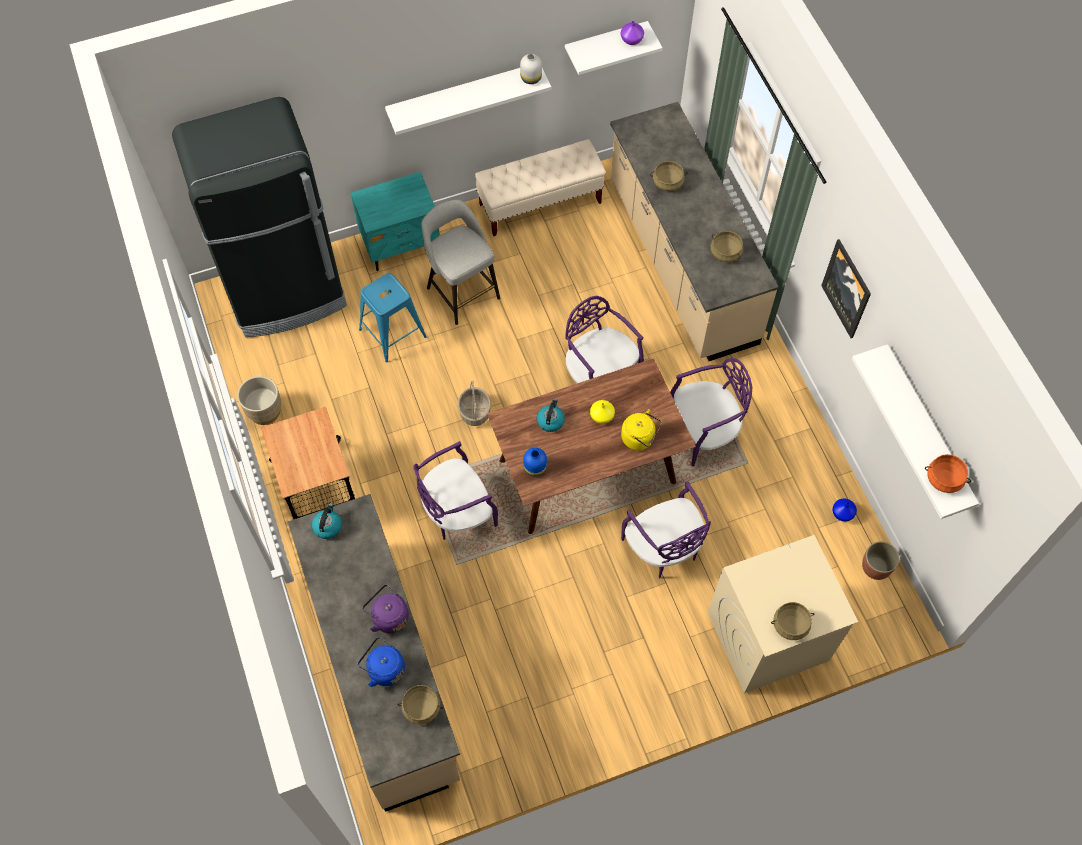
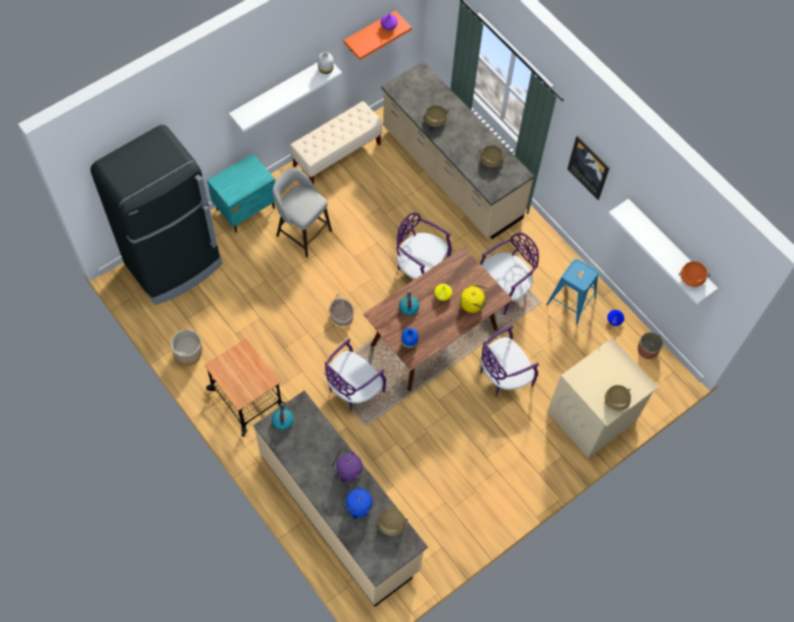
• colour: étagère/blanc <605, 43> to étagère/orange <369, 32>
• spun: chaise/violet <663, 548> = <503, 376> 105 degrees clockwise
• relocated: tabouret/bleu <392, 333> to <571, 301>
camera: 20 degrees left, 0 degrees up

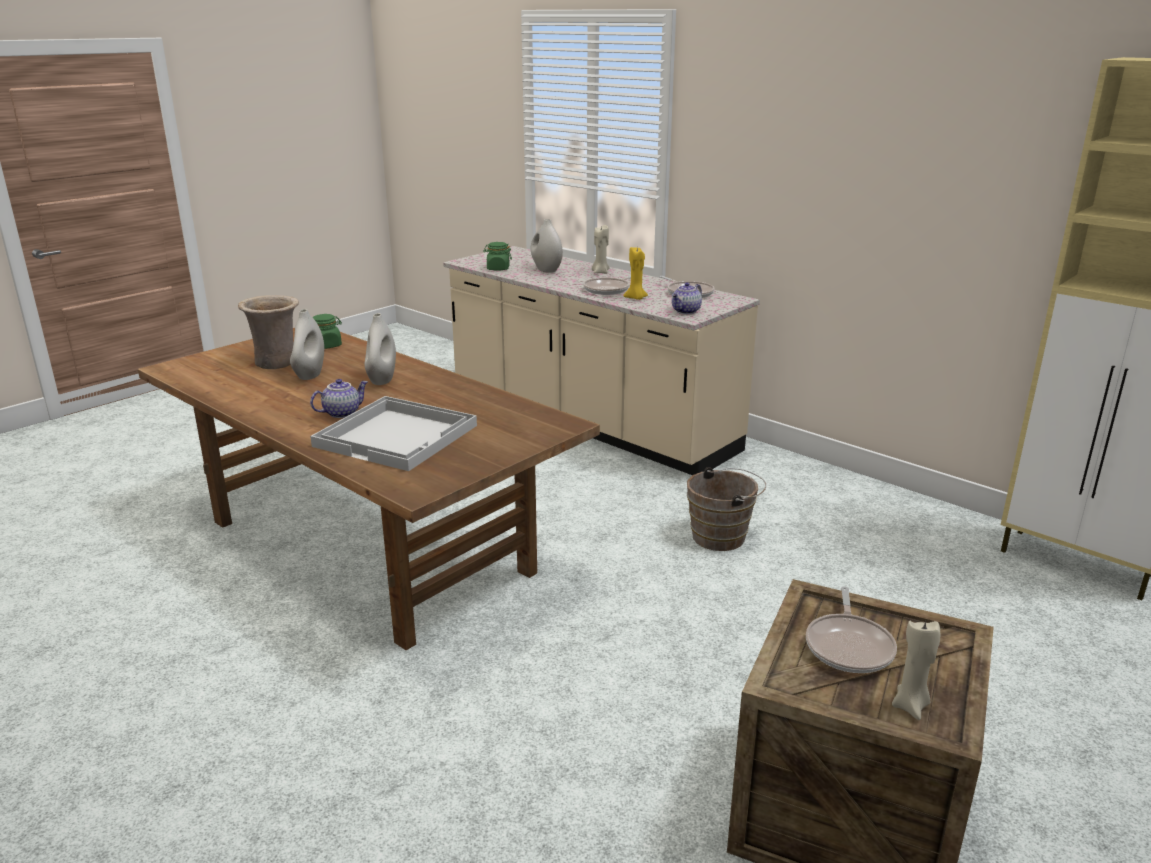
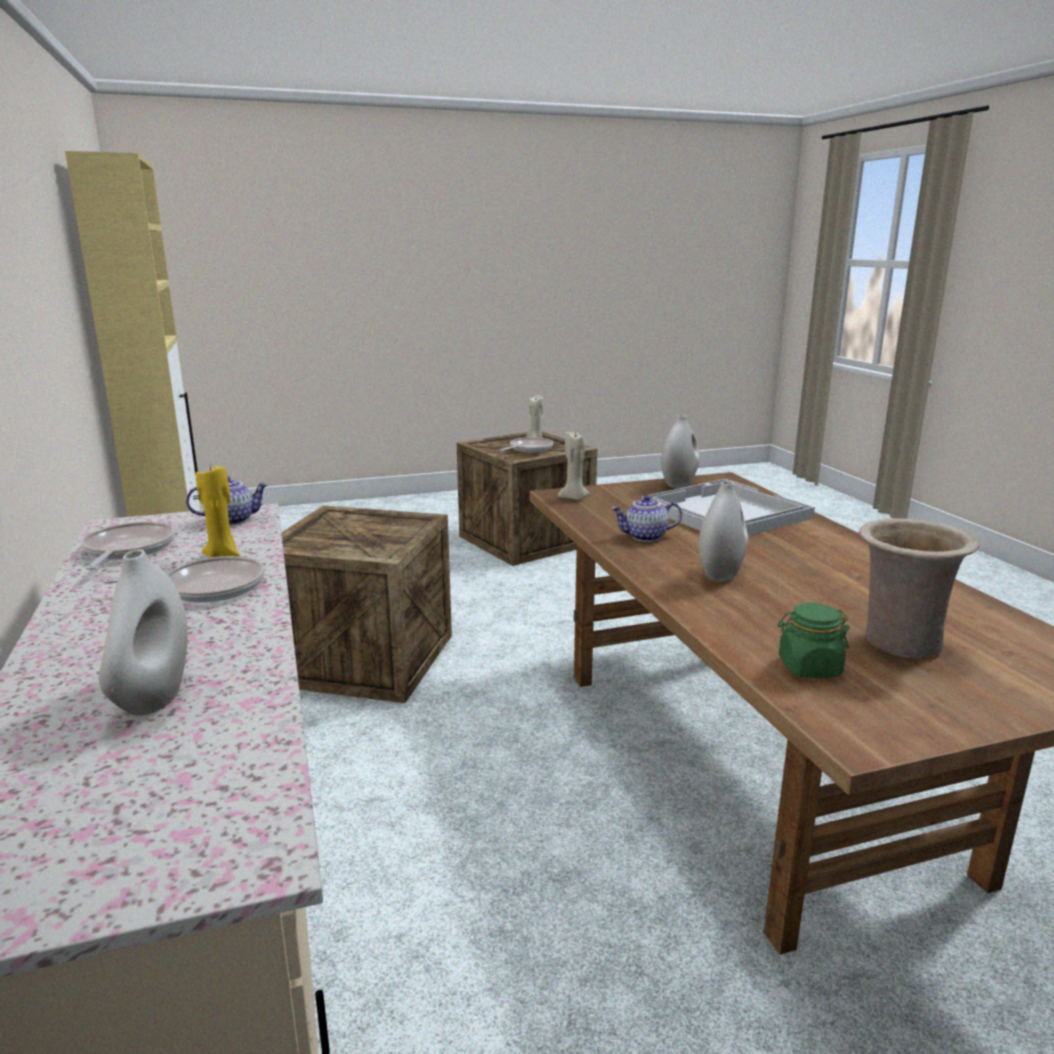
• exchanged: seau/marron <723, 537> to caisse <365, 659>
• relocated: bougie/beige <600, 272> to <574, 498>
• relocated: théière <342, 413> to <645, 537>
• relocated: vase/blanc <310, 375> to <678, 484>
• missing: bocal/vert <498, 268>
camera: 150 degrees left, 5 degrees down

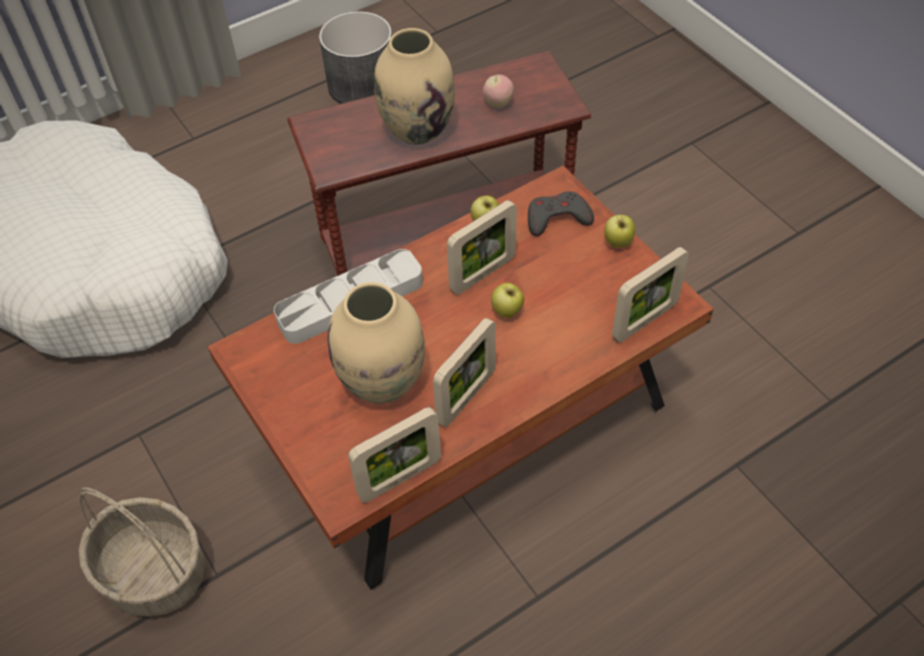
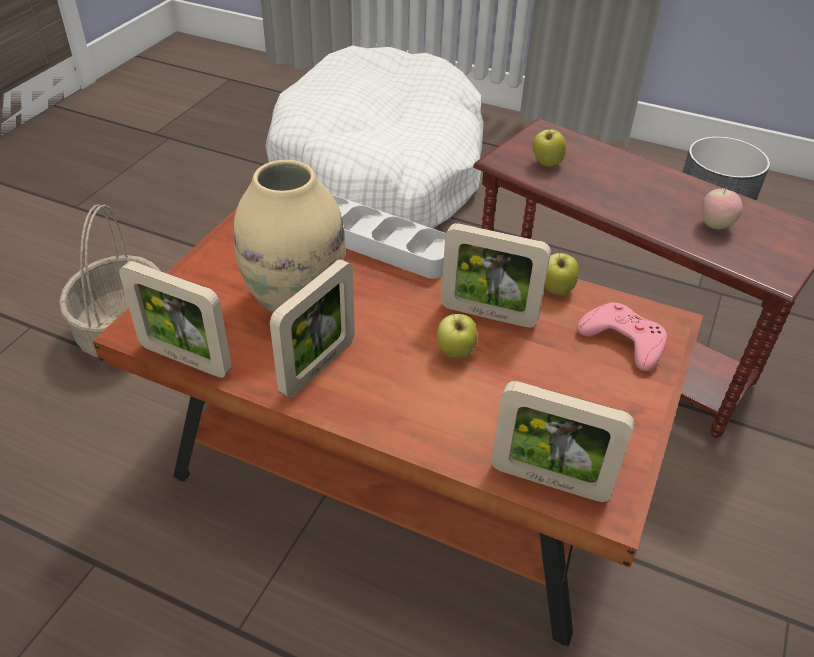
• spun: cadre photo <466, 397> = <318, 367> 60 degrees counterclockwise
• relocated: pomme <618, 243> to <546, 163>
• colour: manette/gris <557, 218> to manette/rose <623, 340>
• missing: vase/beige <417, 129>
camera: 55 degrees right, 10 degrees down

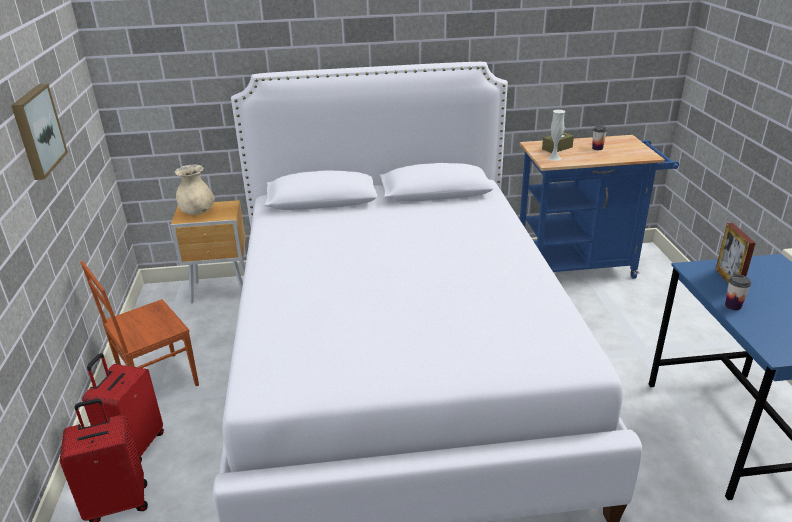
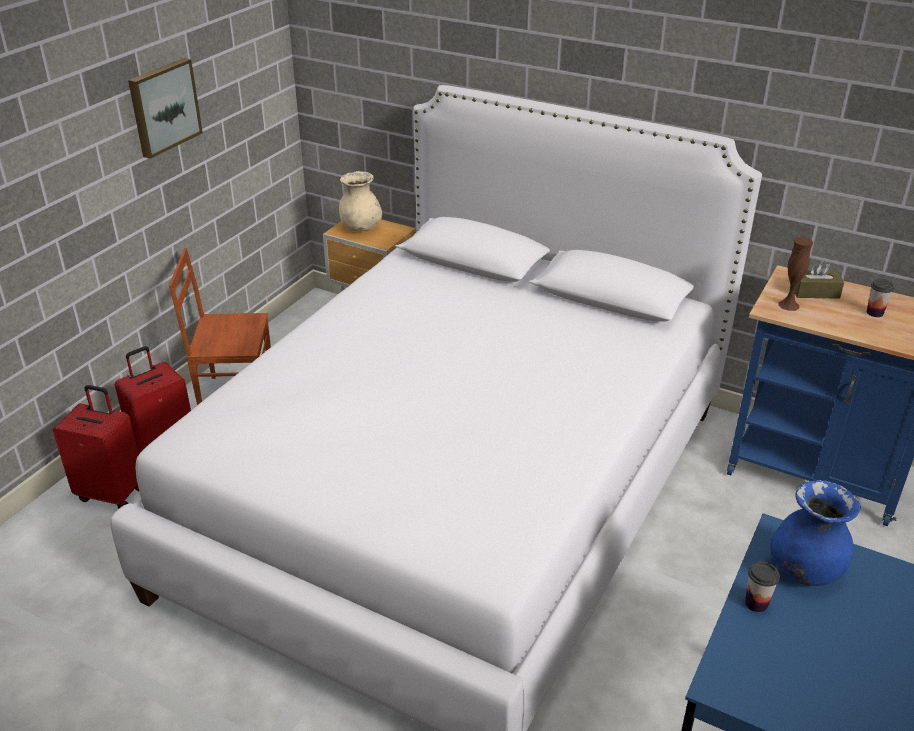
• exchanged: cadre photo <728, 280> to vase/bleu <805, 570>
• colour: vase/blanc <554, 158> to vase/marron <788, 305>
camera: 35 degrees right, 5 degrees up

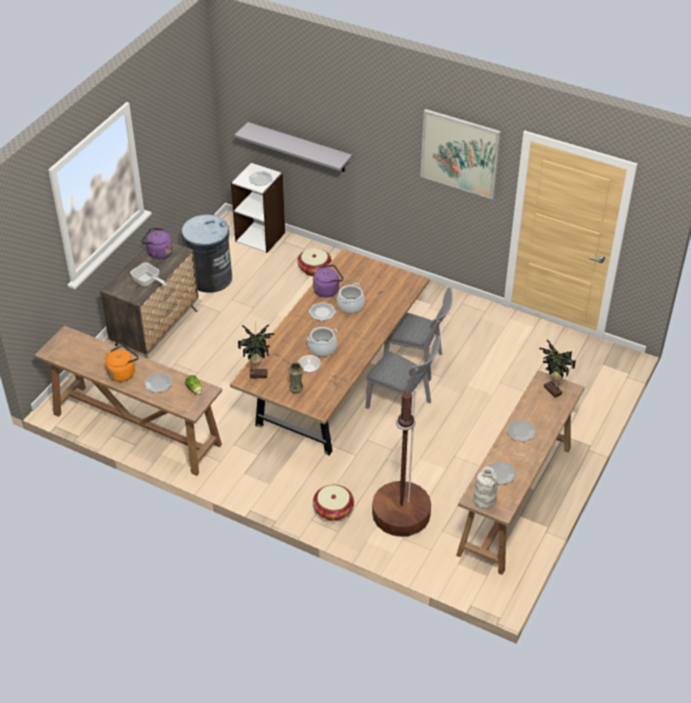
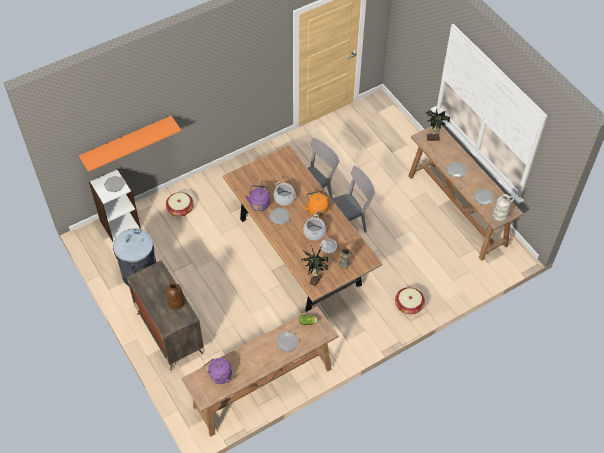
• colour: étagère/gris <299, 147> to étagère/orange <127, 141>
• exchanged: poêle <148, 282> to vase/marron <176, 303>
• relocated: bouilloire/violet <158, 253> to <219, 376>
• relocated: bouilloire/orange <123, 372> to <317, 209>
• missing: lampadaire/marron <401, 514>
• missing: tableau <460, 153>
camera: 60 degrees left, 10 degrees up

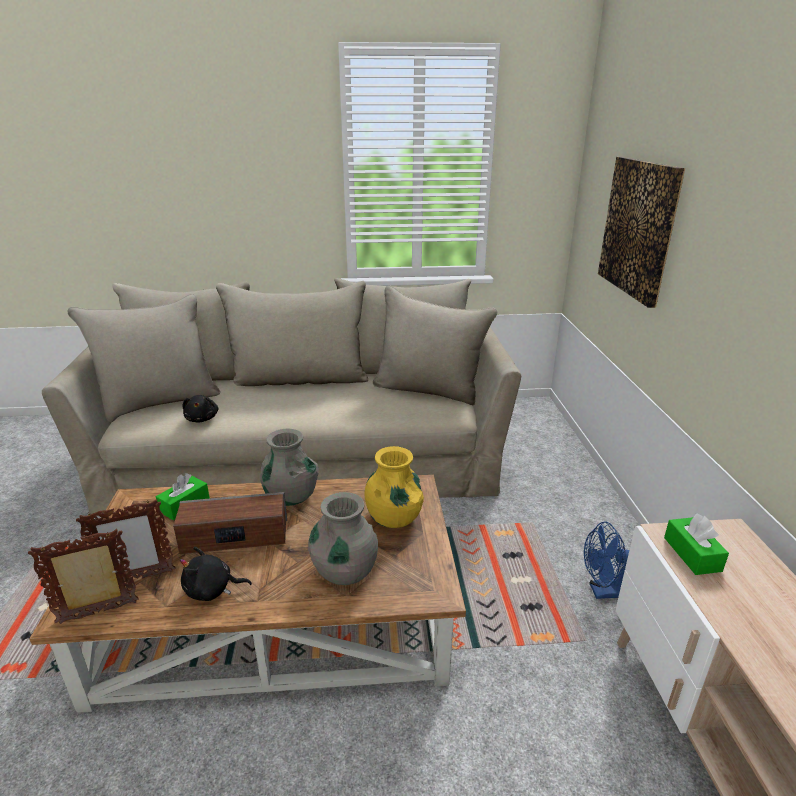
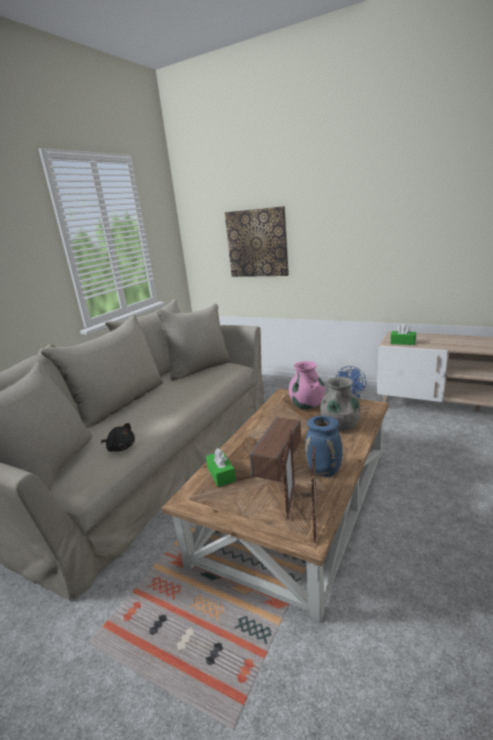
• colour: vase/jaune <394, 518> to vase/rose <307, 405>
• exchanged: peluche/noir <212, 590> to vase/bleu <325, 471>
• missing: vase/gris <291, 497>
camera: 55 degrees left, 5 degrees down

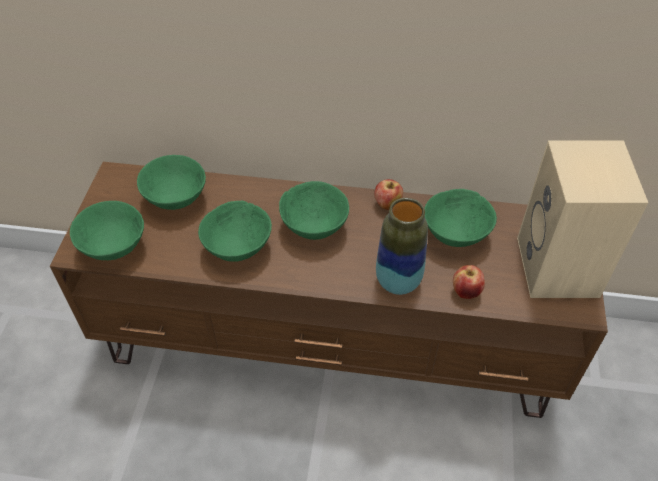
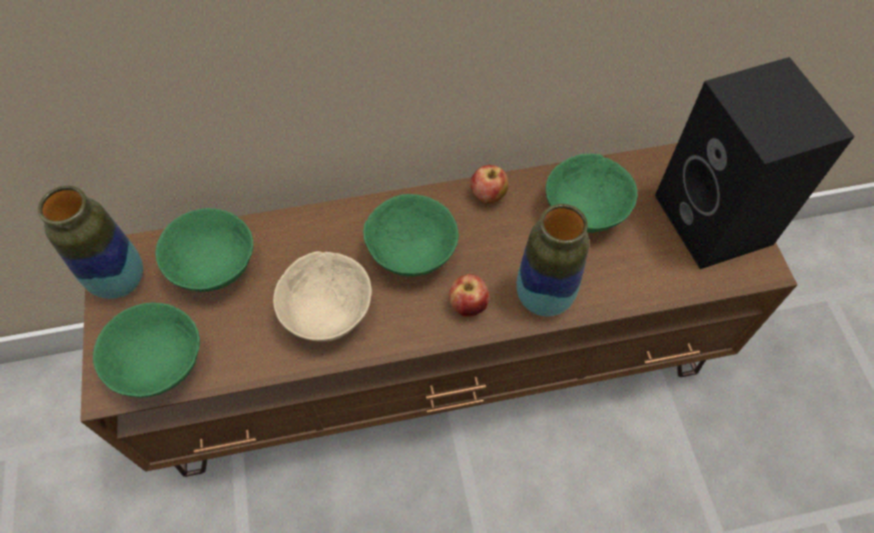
• appeared: vase <120, 280>
• colour: bol/vert <239, 249> to bol/beige <329, 314>
• relocated: pomme <466, 292> to <468, 305>
• colour: enceinte/beige <559, 268> to enceinte/noir <716, 221>
camera: 20 degrees left, 10 degrees up

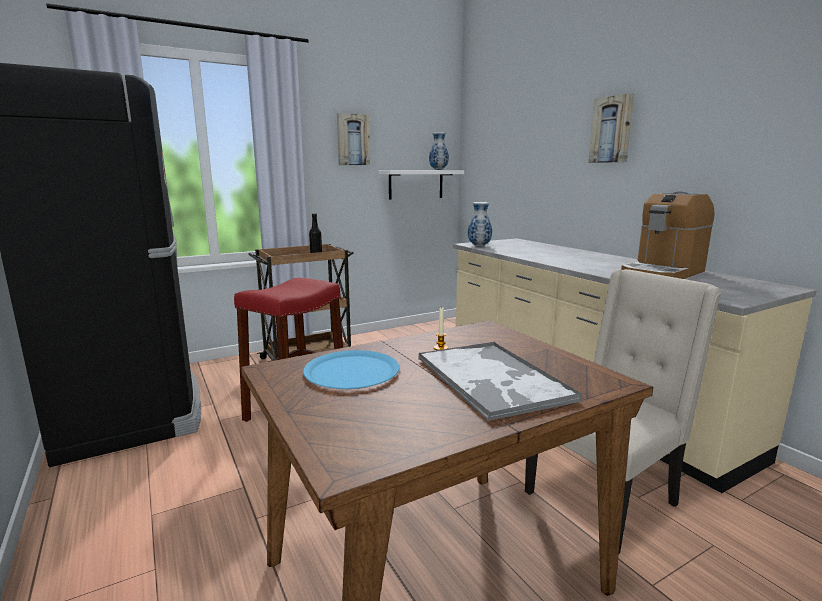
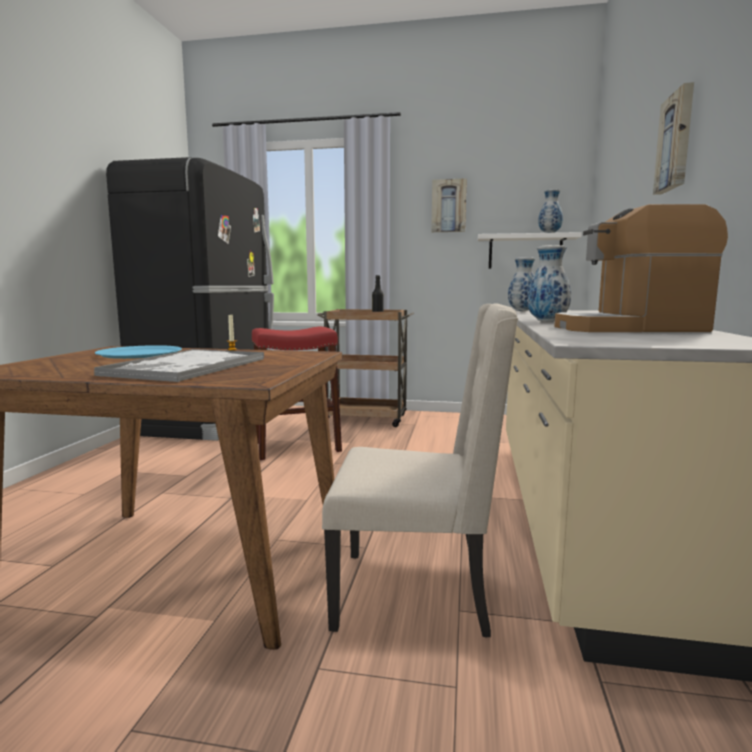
• appeared: vase <548, 321>
camera: 40 degrees right, 5 degrees down

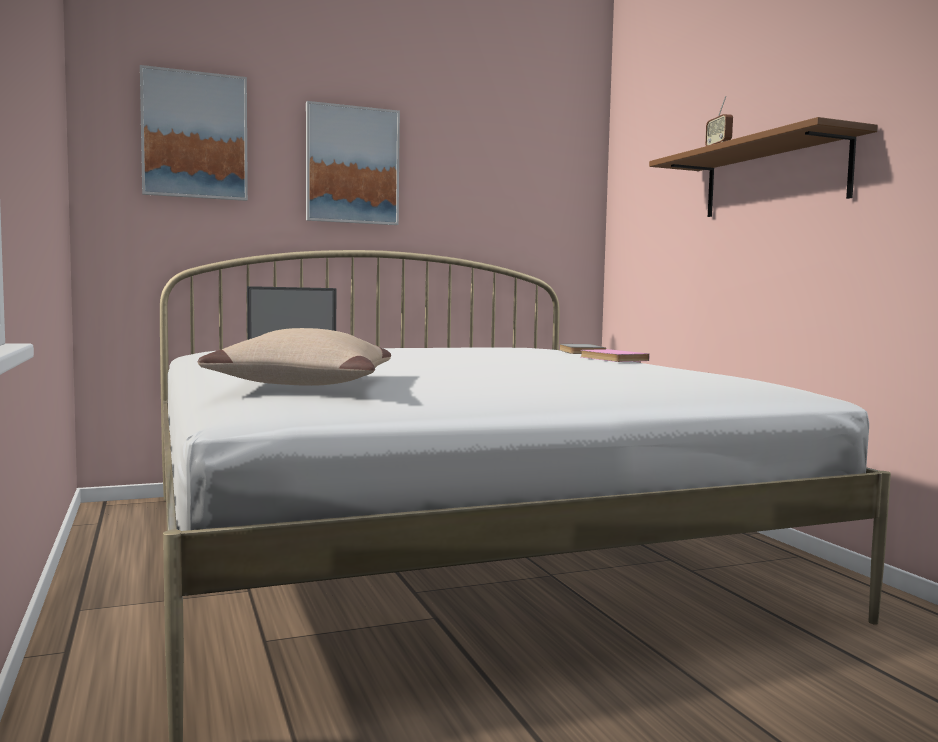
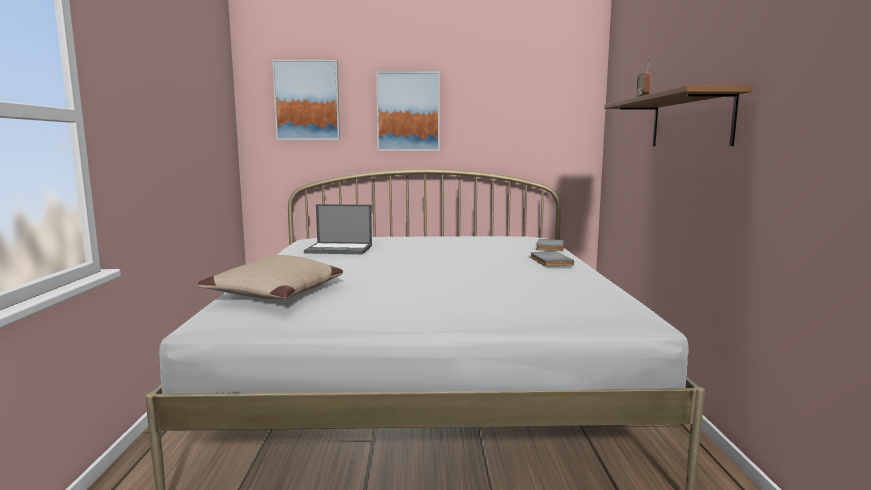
• colour: livre/rose <611, 359> to livre/gris <549, 261>
camera: 20 degrees right, 5 degrees up

